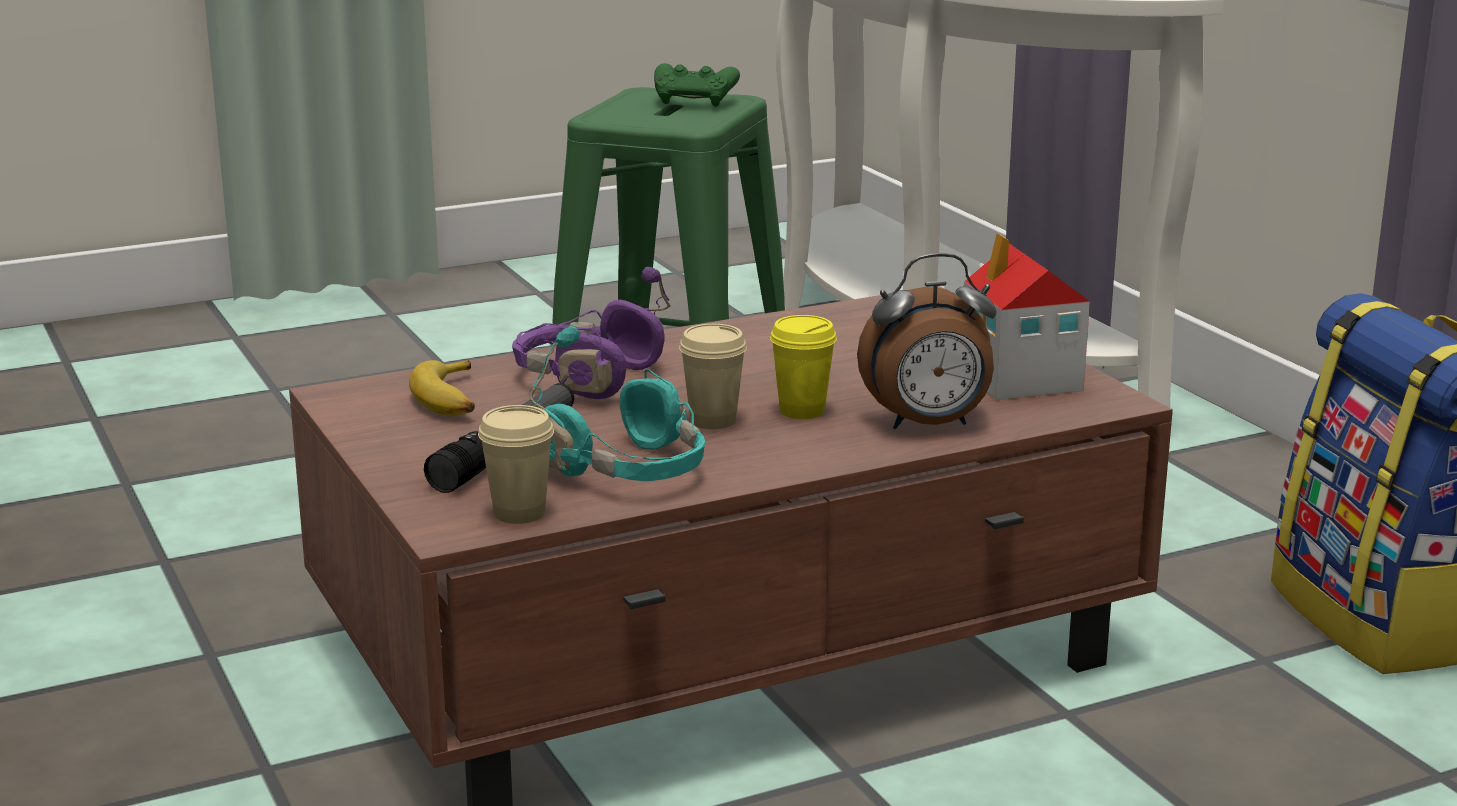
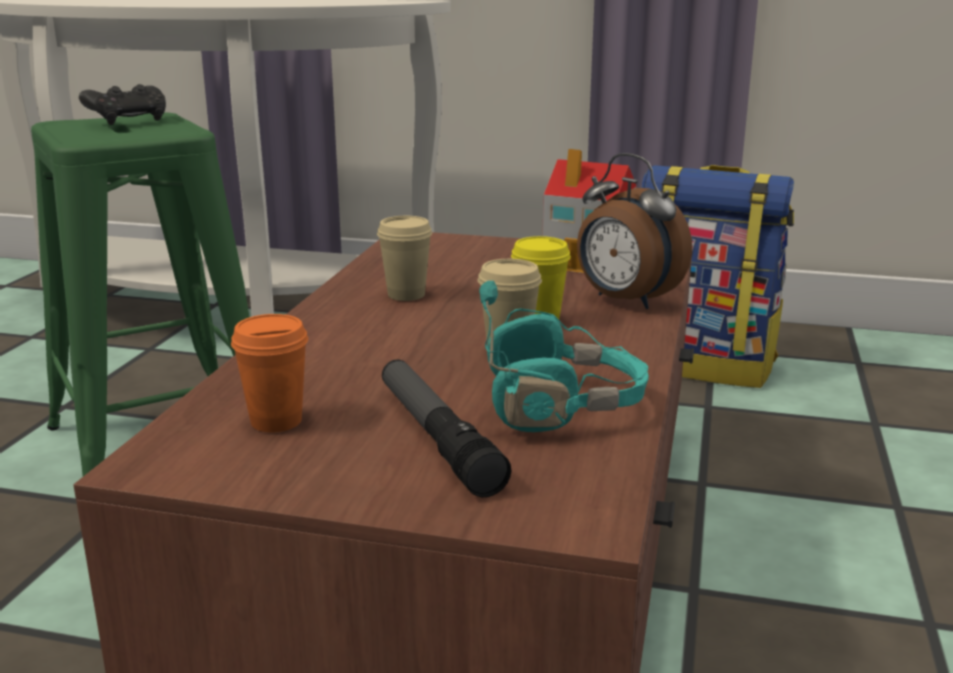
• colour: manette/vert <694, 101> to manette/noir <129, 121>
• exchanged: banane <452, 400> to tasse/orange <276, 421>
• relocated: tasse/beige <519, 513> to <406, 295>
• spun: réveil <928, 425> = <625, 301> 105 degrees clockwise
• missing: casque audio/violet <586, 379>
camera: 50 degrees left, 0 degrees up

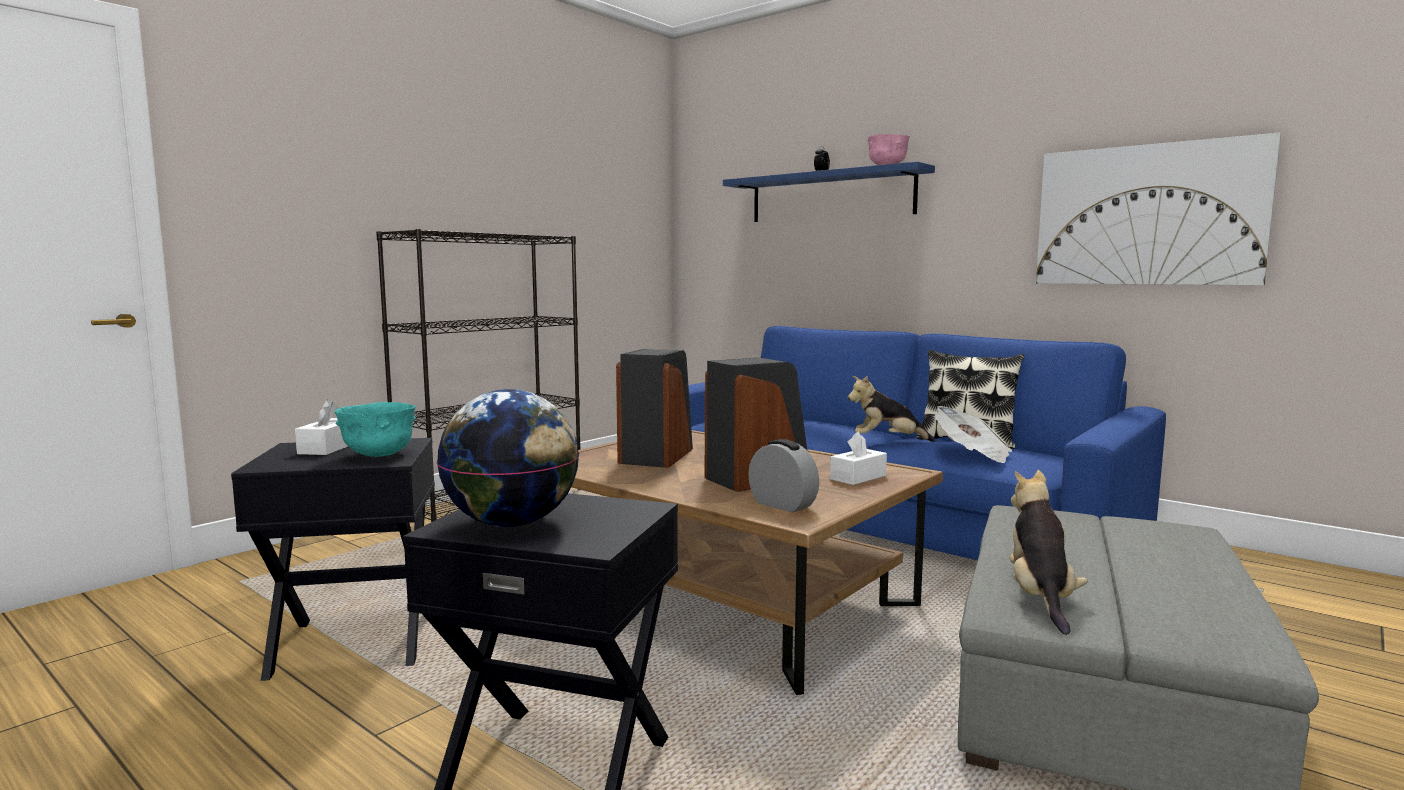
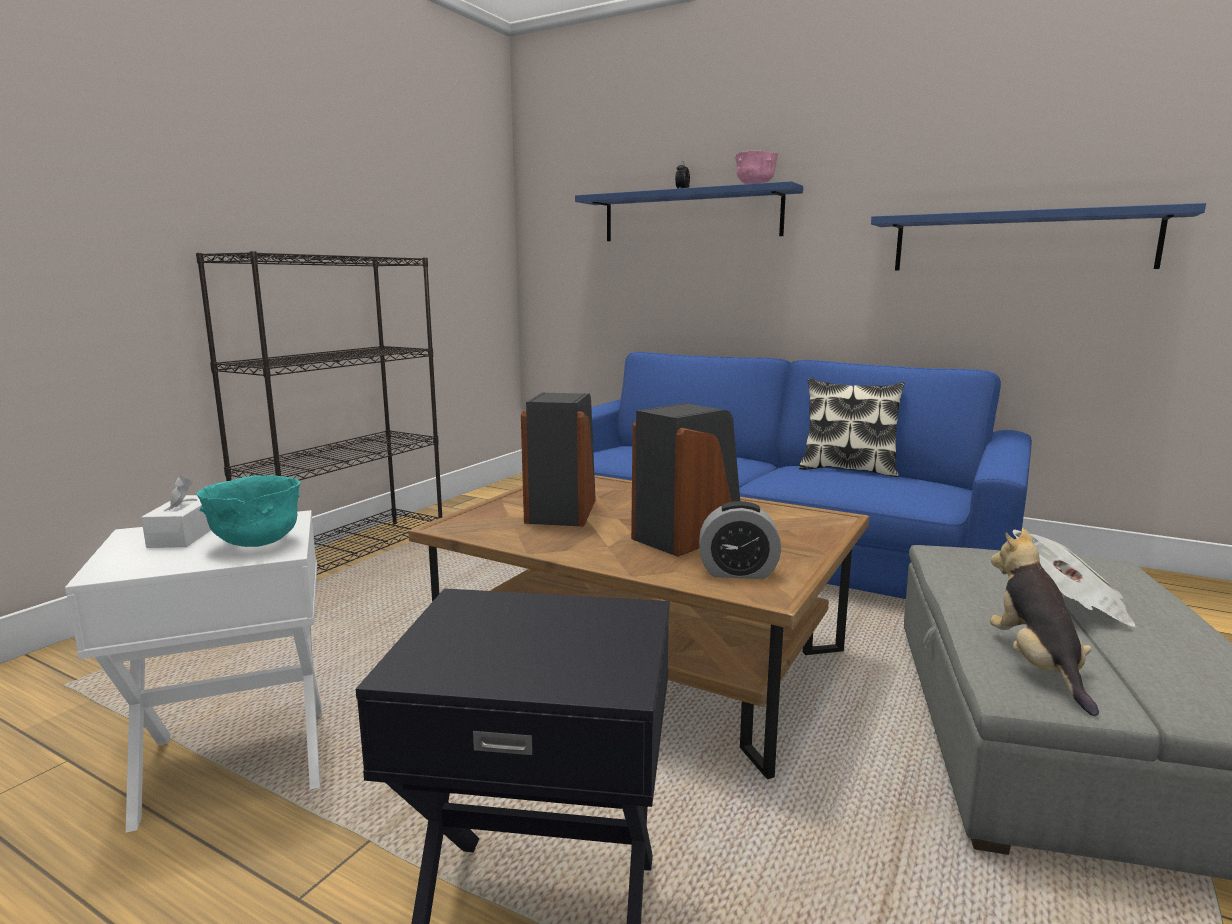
• colour: table d'appoint/noir <354, 644> to table d'appoint/blanc <235, 763>
• spun: réveil <782, 505> = <738, 572> 150 degrees clockwise
• exchanged: tableau <1148, 215> to étagère/bleu <1020, 242>
• relocated: journal <972, 455> to <1069, 605>
• missing: globe <512, 523>
• missing: boîte à mouchoirs/blanc <858, 477>
• missing: peluche <887, 441>
camera: 10 degrees left, 5 degrees up

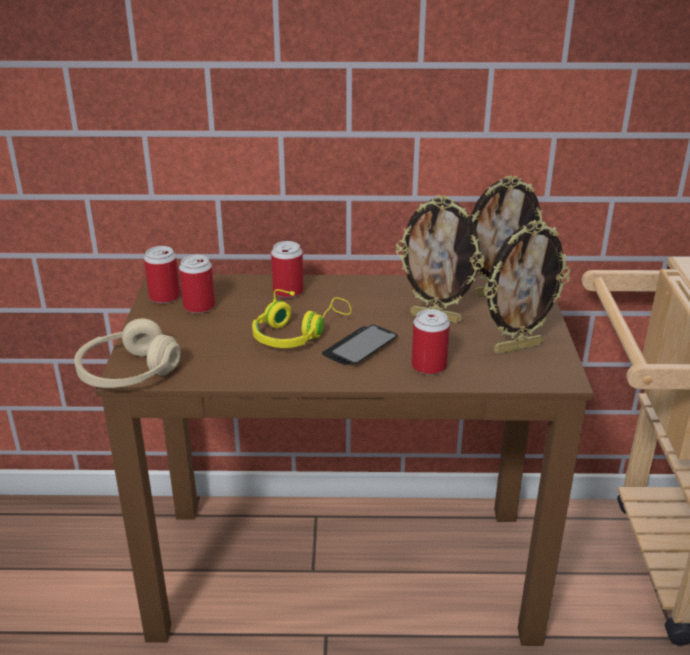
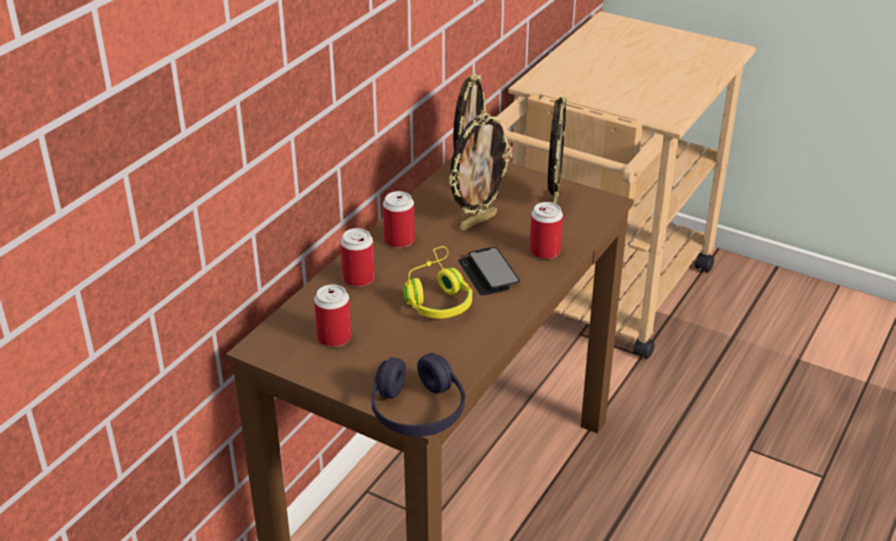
• colour: casque audio/beige <128, 373> to casque audio/violet <417, 411>
• relocated: boîte métallique <165, 297> to <399, 240>
camera: 60 degrees left, 5 degrees up

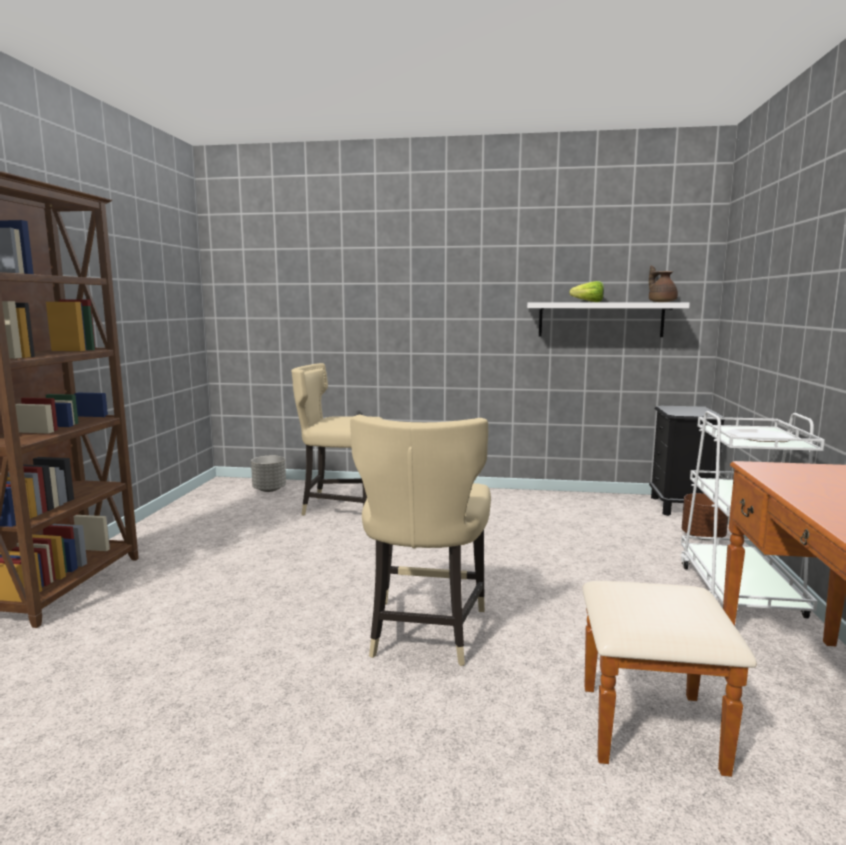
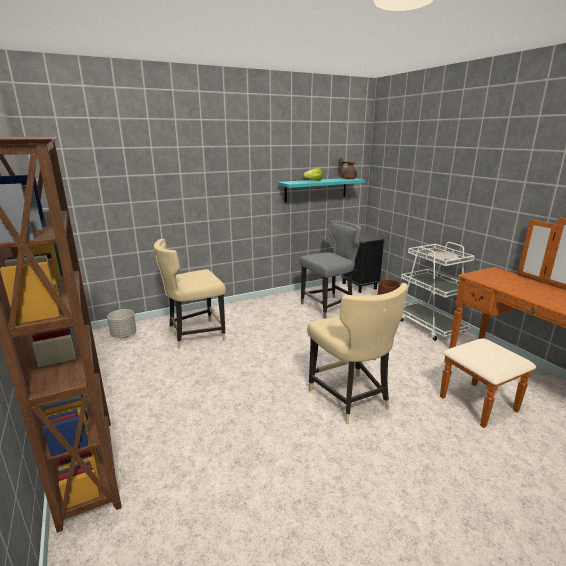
• colour: étagère/blanc <600, 319> to étagère/turquoise <316, 189>
• appeared: chaise/gris <329, 306>
camera: 35 degrees left, 10 degrees up

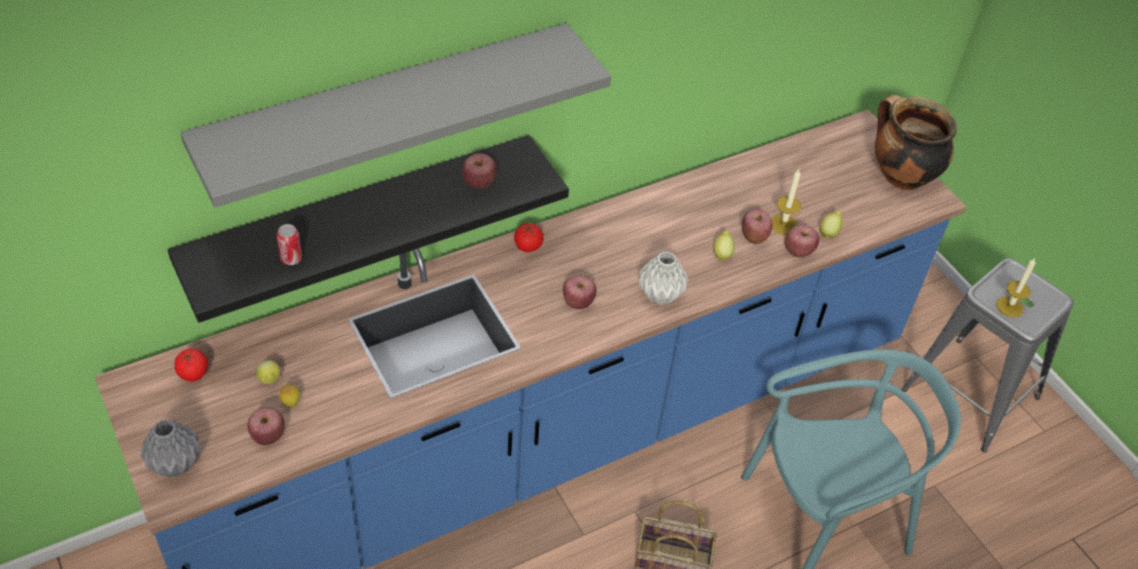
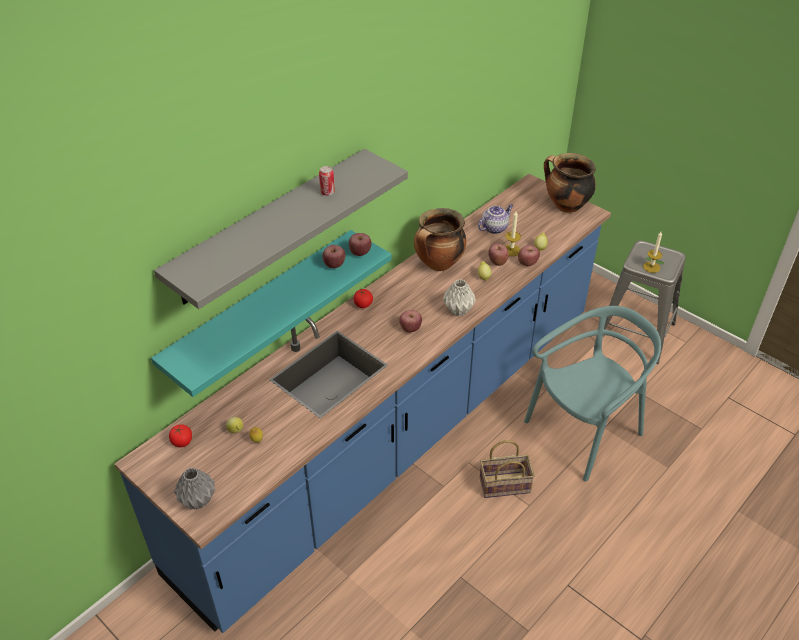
• colour: étagère/noir <360, 215> to étagère/turquoise <261, 308>
• relocated: boîte métallique <291, 259> to <327, 192>
• relocated: pomme <268, 436> to <360, 252>
• appeared: marmite <438, 264>
• appeared: théière <494, 228>
camera: 15 degrees left, 5 degrees down

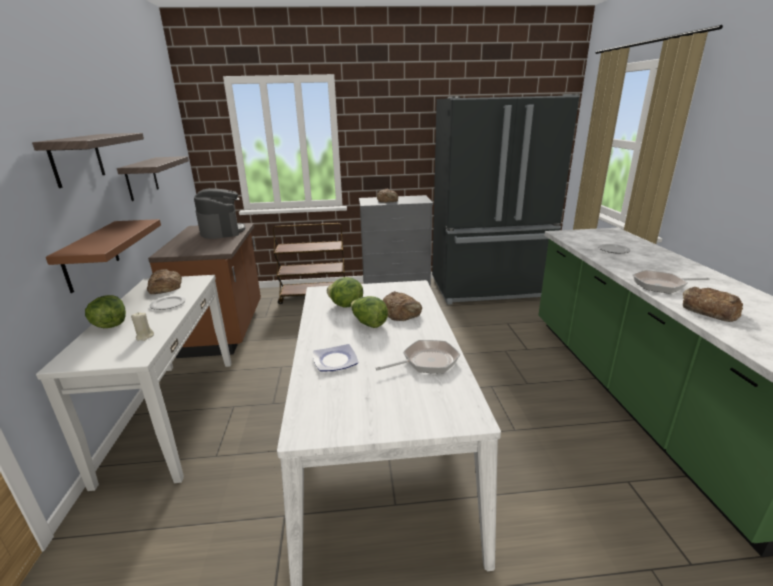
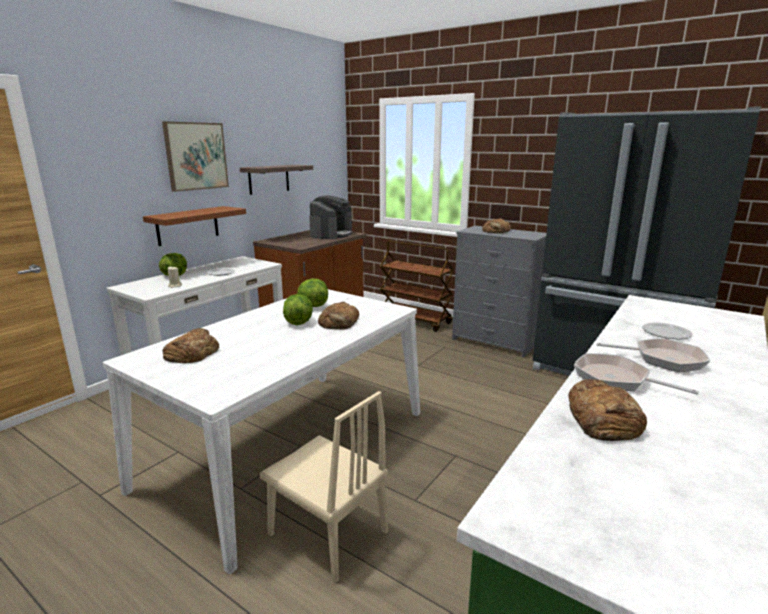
• exchanged: étagère <76, 159> to tableau <196, 156>
• relocated: pain <164, 286> to <192, 352>
• appeared: chaise/beige <327, 532>
• relocated: poêle <426, 361> to <663, 359>
• missing: assiette <334, 360>
camera: 40 degrees right, 5 degrees down

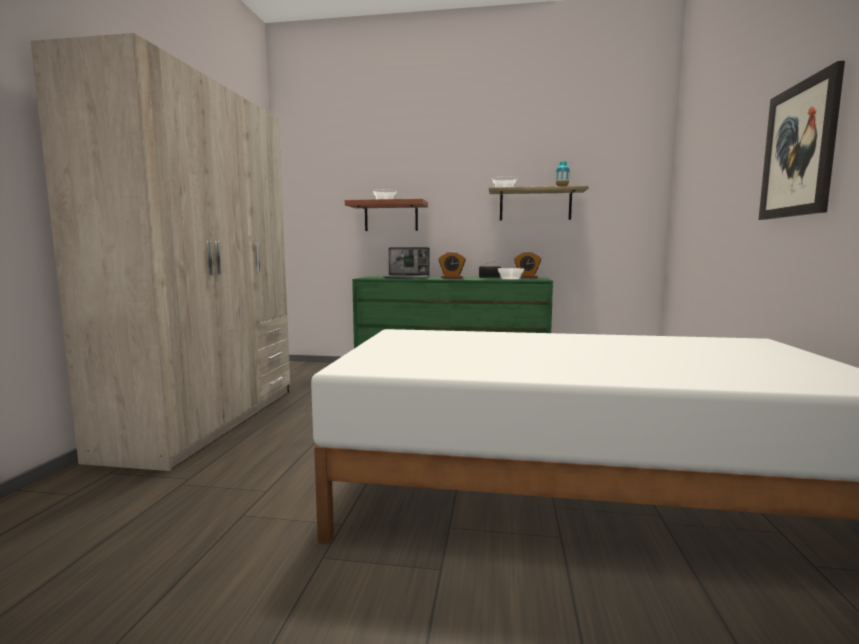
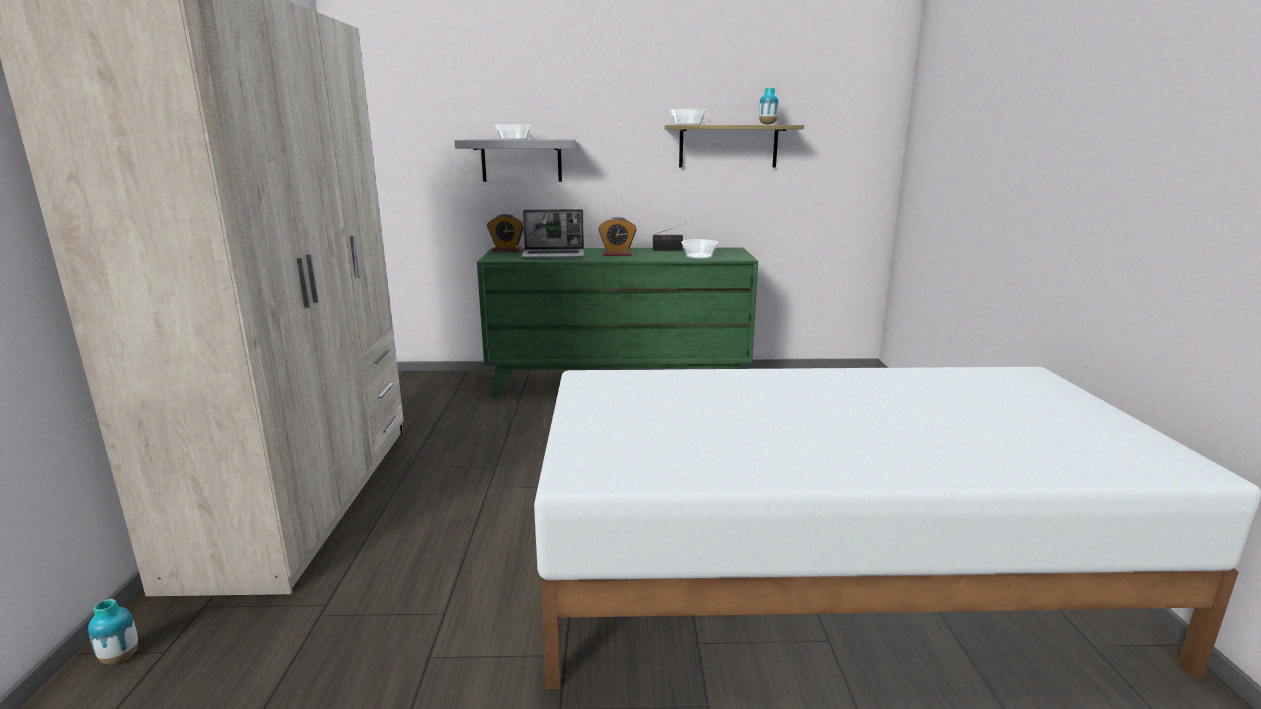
• appeared: vase <120, 657>
• colour: étagère/marron <391, 216> to étagère/gris <521, 160>
• relocated: réveil <527, 277> to <507, 250>
• missing: tableau <799, 150>
camera: 10 degrees left, 10 degrees up

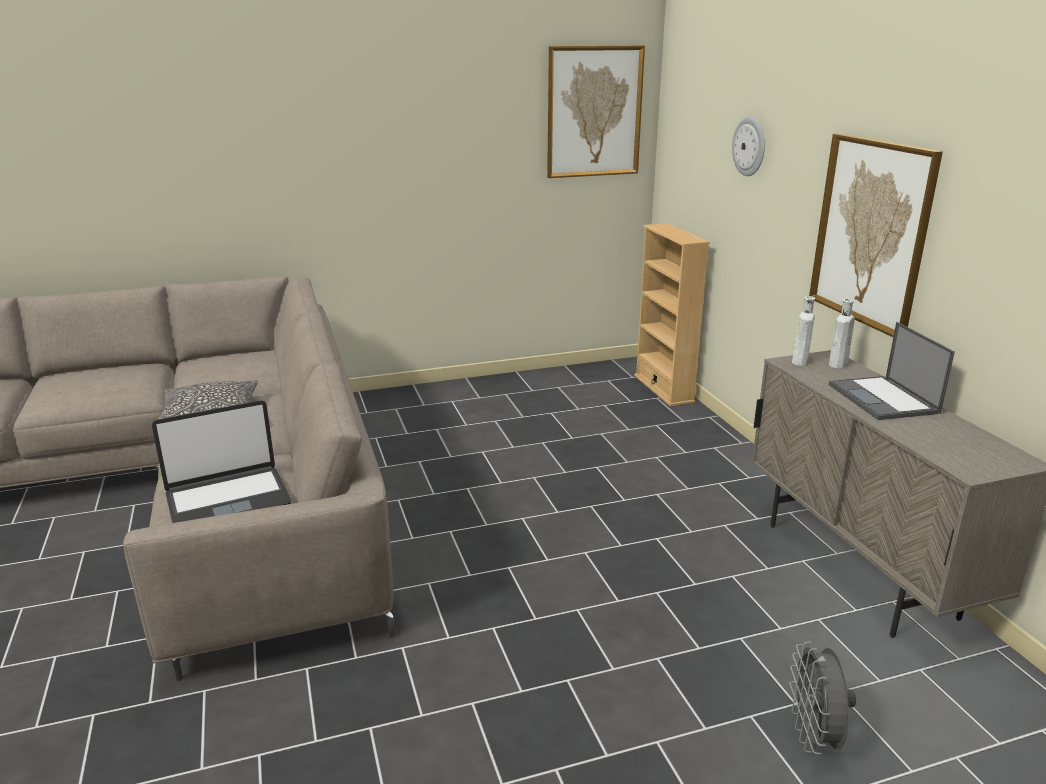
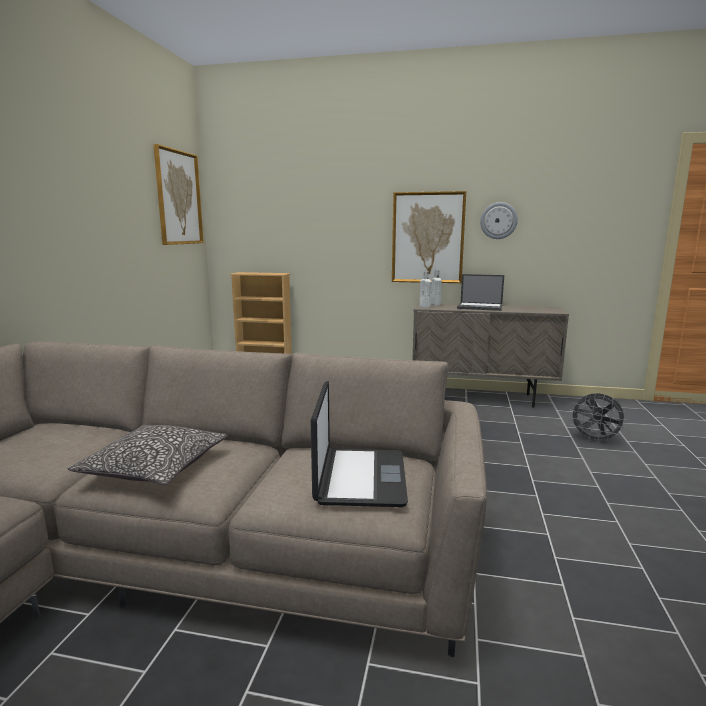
• relocated: horloge murale <749, 146> to <498, 220>
camera: 60 degrees left, 10 degrees down

